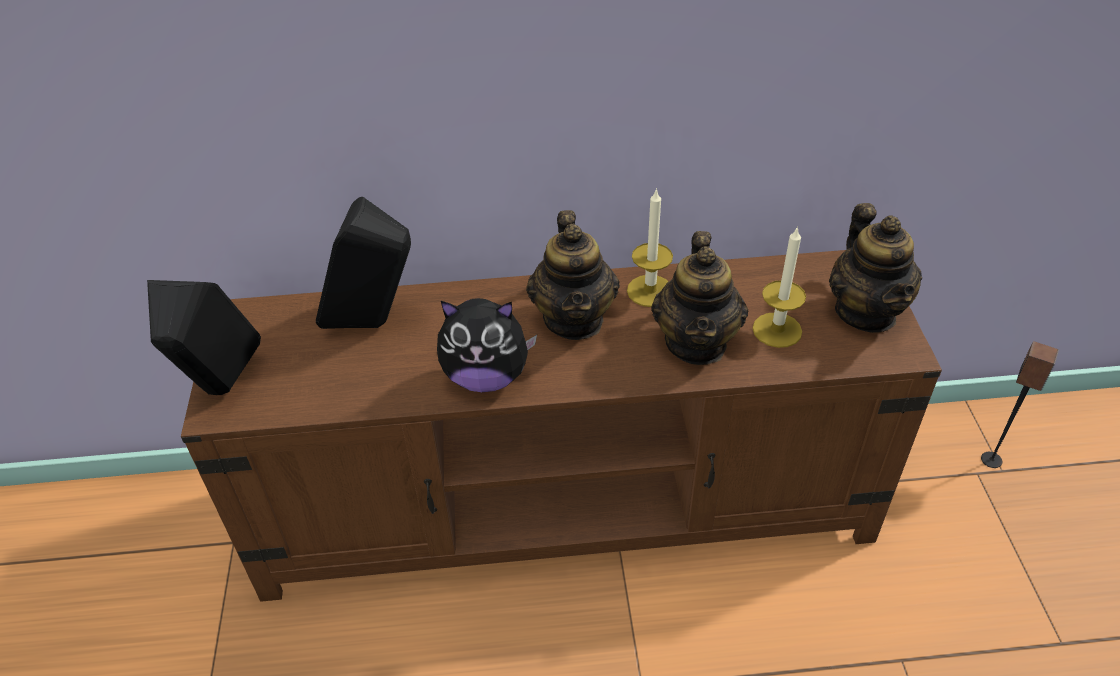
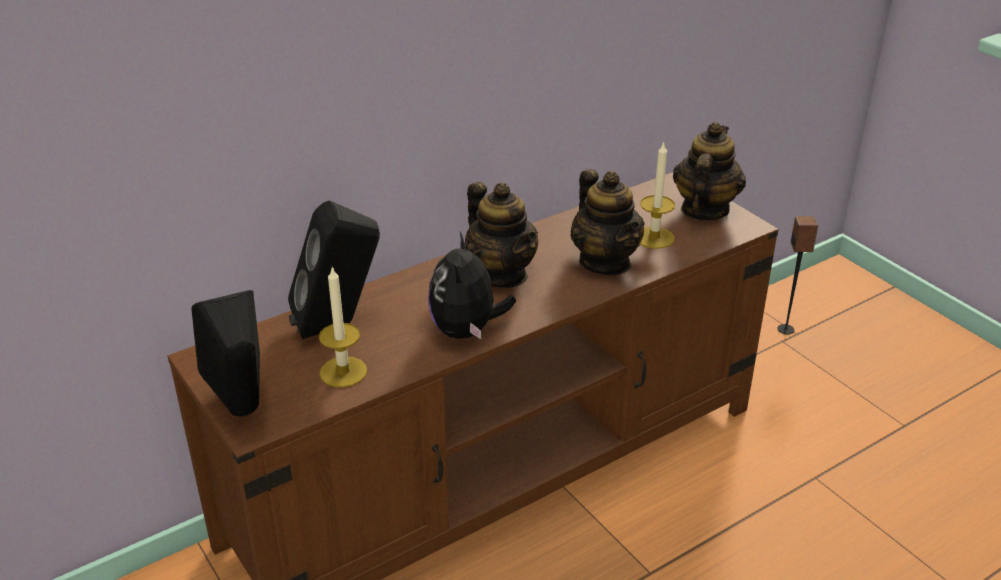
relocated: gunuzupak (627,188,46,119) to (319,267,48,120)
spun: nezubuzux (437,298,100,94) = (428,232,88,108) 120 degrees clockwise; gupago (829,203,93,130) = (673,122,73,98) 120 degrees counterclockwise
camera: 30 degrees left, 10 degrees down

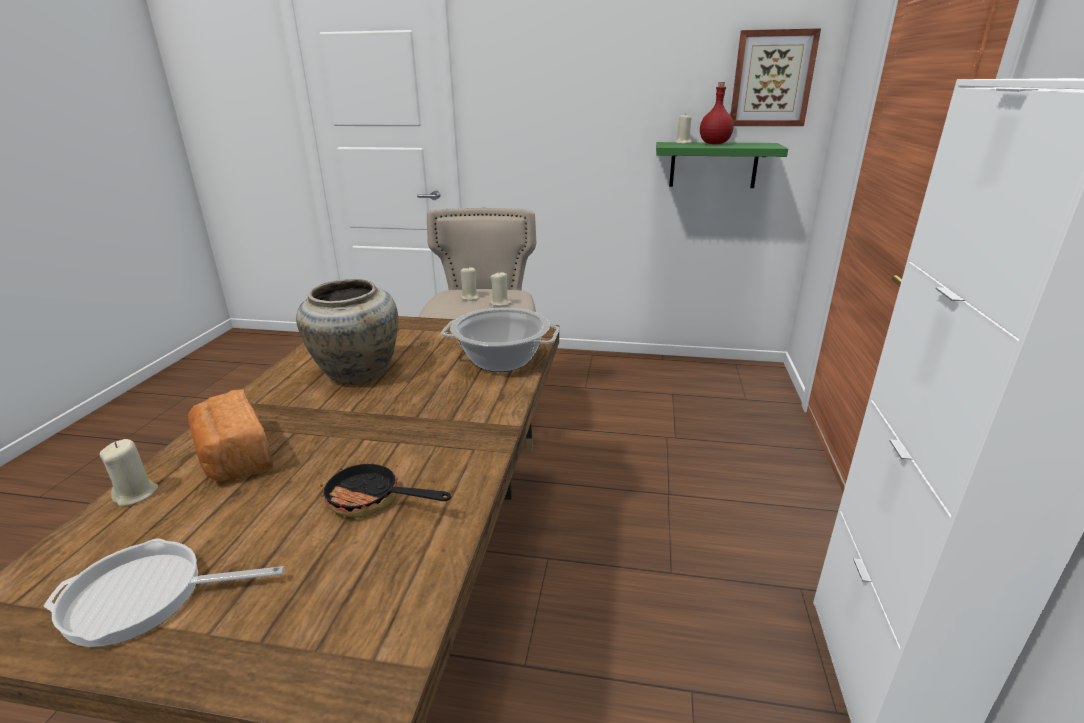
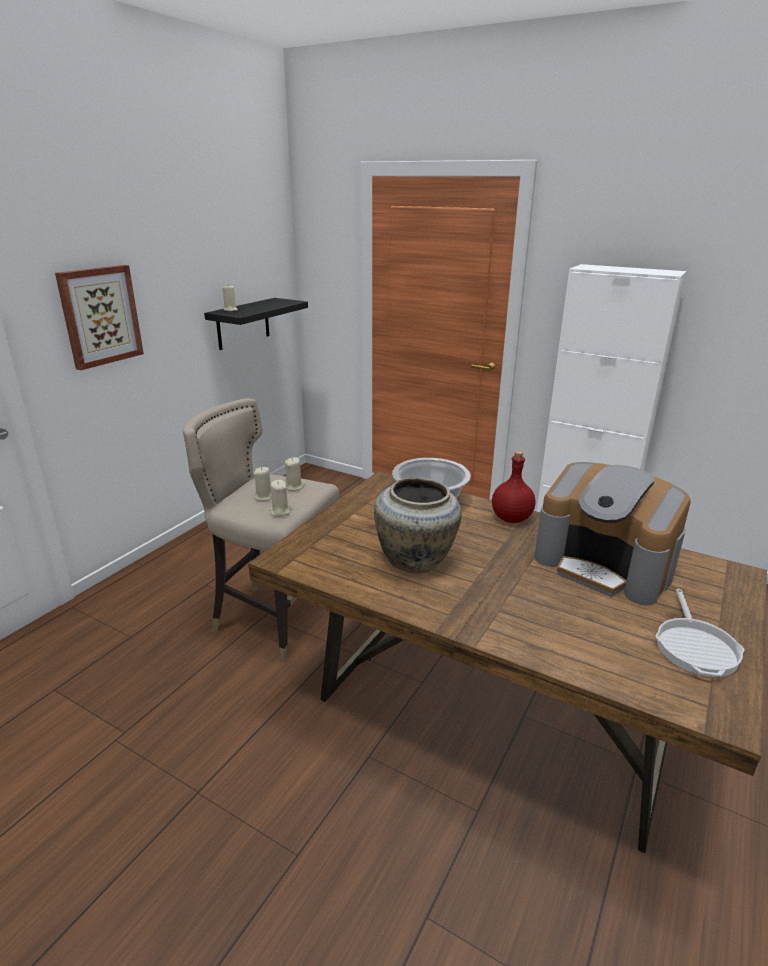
missing: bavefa (188,389,86,92)
relocated: beige_gunuzupak (99,439,59,67) to (270,480,20,37); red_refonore (700,82,34,62) to (492,451,44,72); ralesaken (730,28,91,98) to (55,265,89,105)
exchanged: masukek (320,462,131,55) to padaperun (535,462,156,143)
colour: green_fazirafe (656,142,132,46) to black_fazirafe (204,298,104,52)
camera: 70 degrees left, 0 degrees up

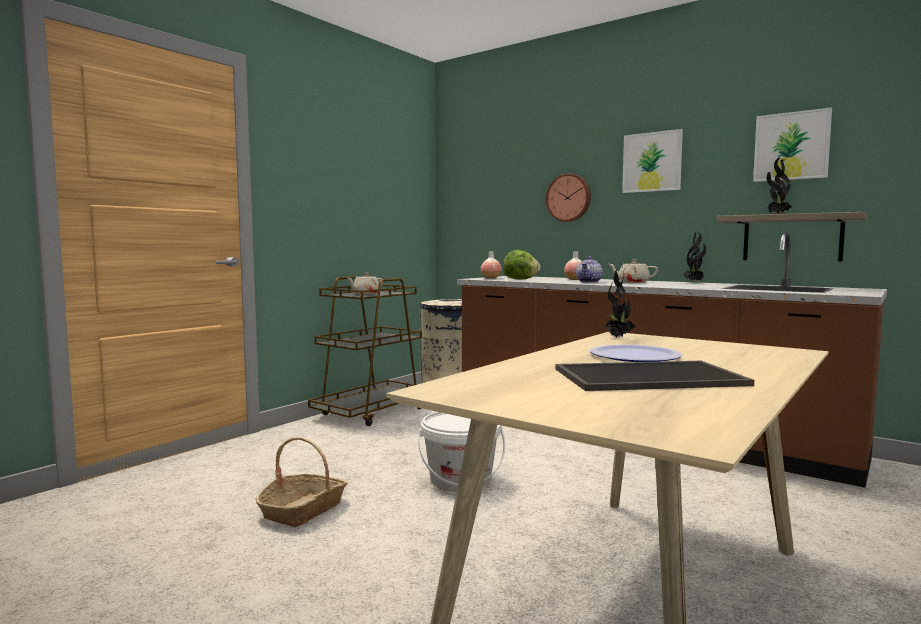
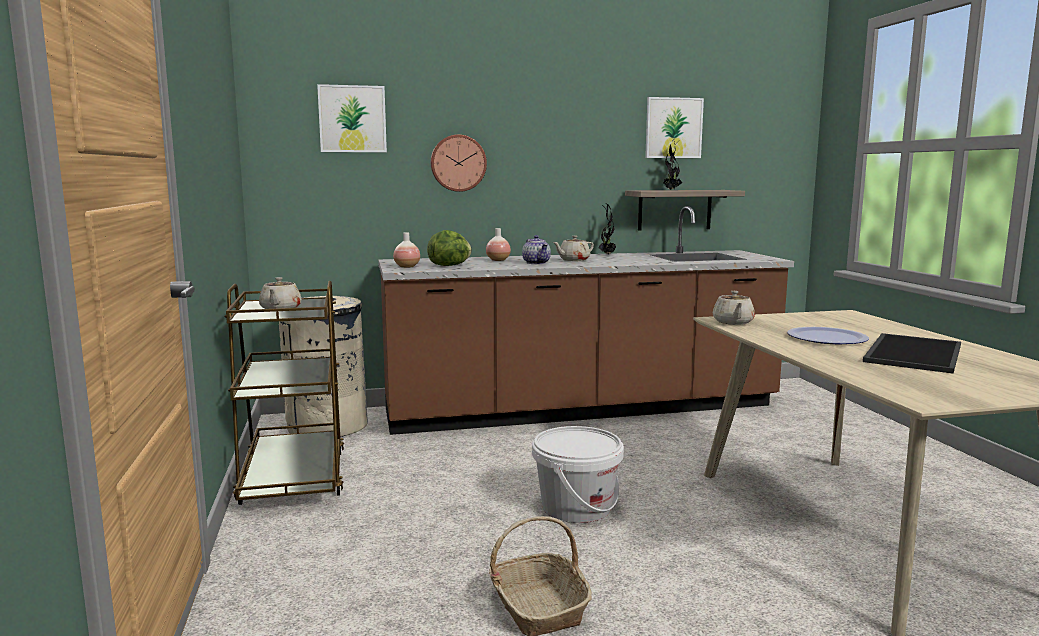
relocated: ralesaken (622,129,61,64) to (317,84,70,68)
exchanged: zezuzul (605,262,30,76) to beige_gupago (713,291,42,34)
camera: 50 degrees left, 5 degrees up

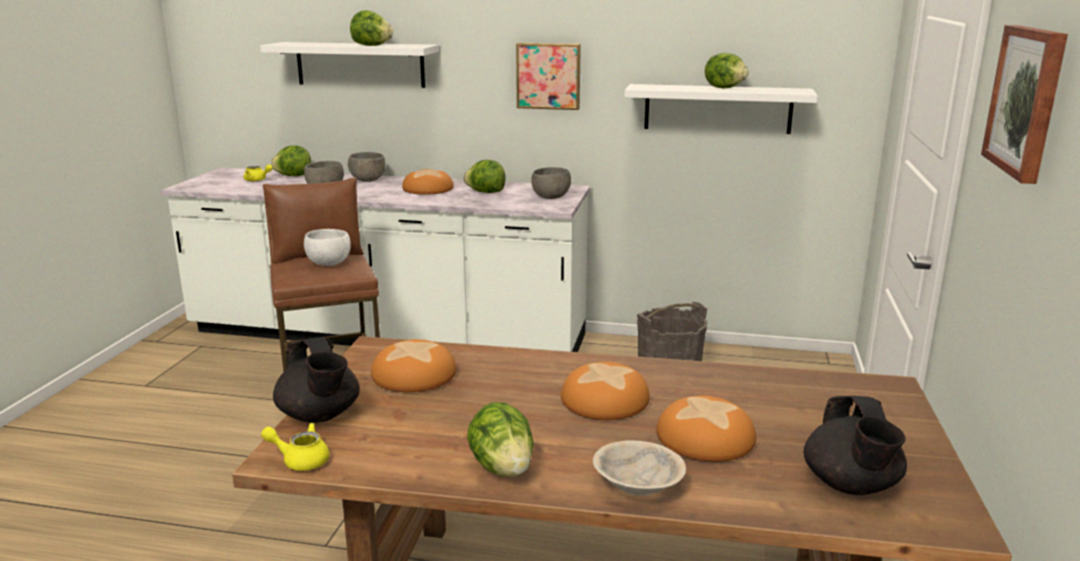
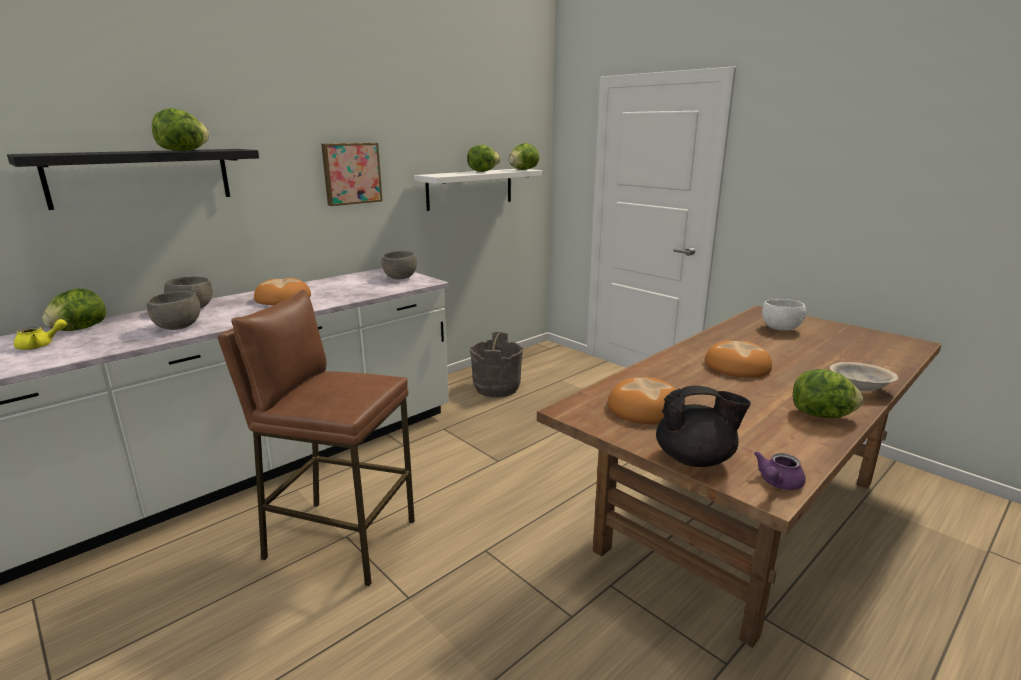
missing: bavefa (657,395,99,67); black_gupago (804,396,103,99); ralesaken (981,25,87,159)
relocated: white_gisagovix (304,229,47,37) to (762,299,44,32); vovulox (464,160,42,33) to (509,143,30,27)
colour: white_fazirafe (260,42,179,46) to black_fazirafe (7,149,252,61); yellow_gupago (261,423,68,48) to purple_gupago (754,451,52,39)
camera: 55 degrees left, 0 degrees up

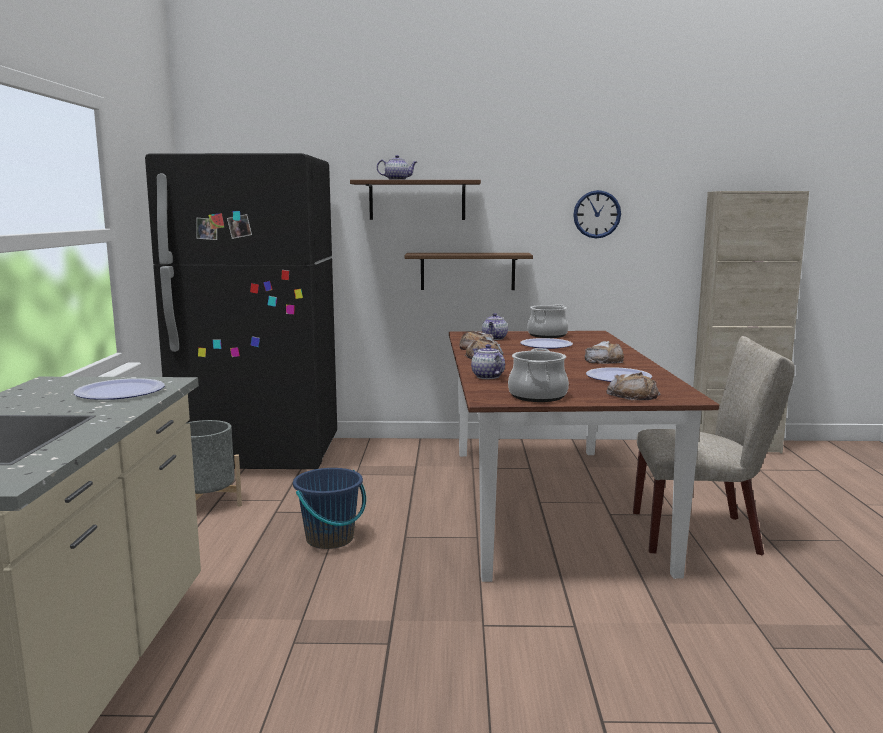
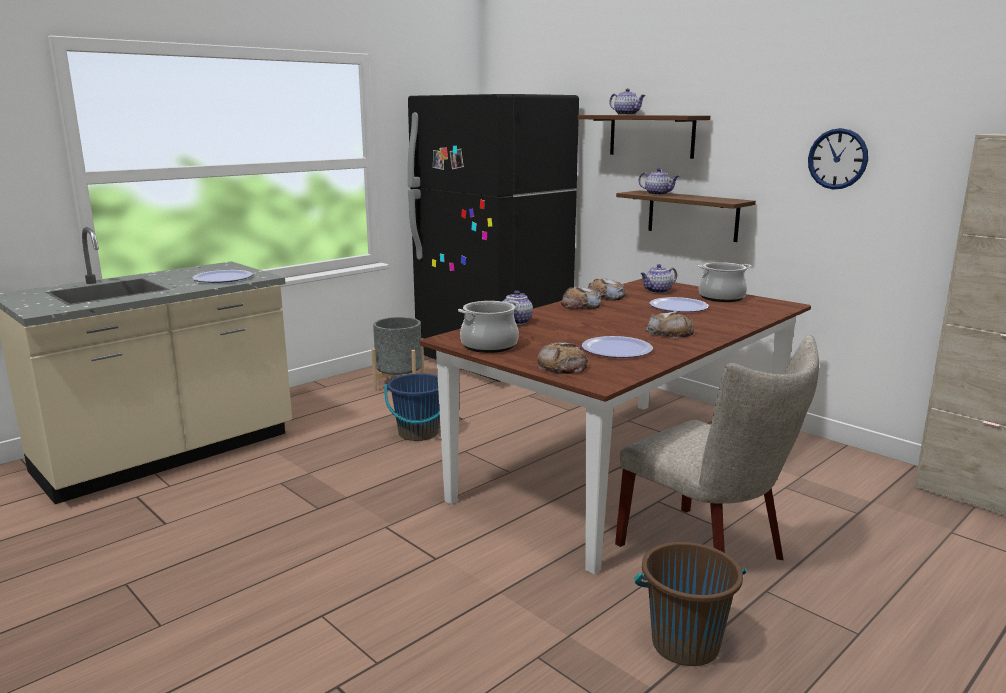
appeared: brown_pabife (635,542,112,124); gupago (639,168,40,27)
camera: 45 degrees right, 5 degrees up

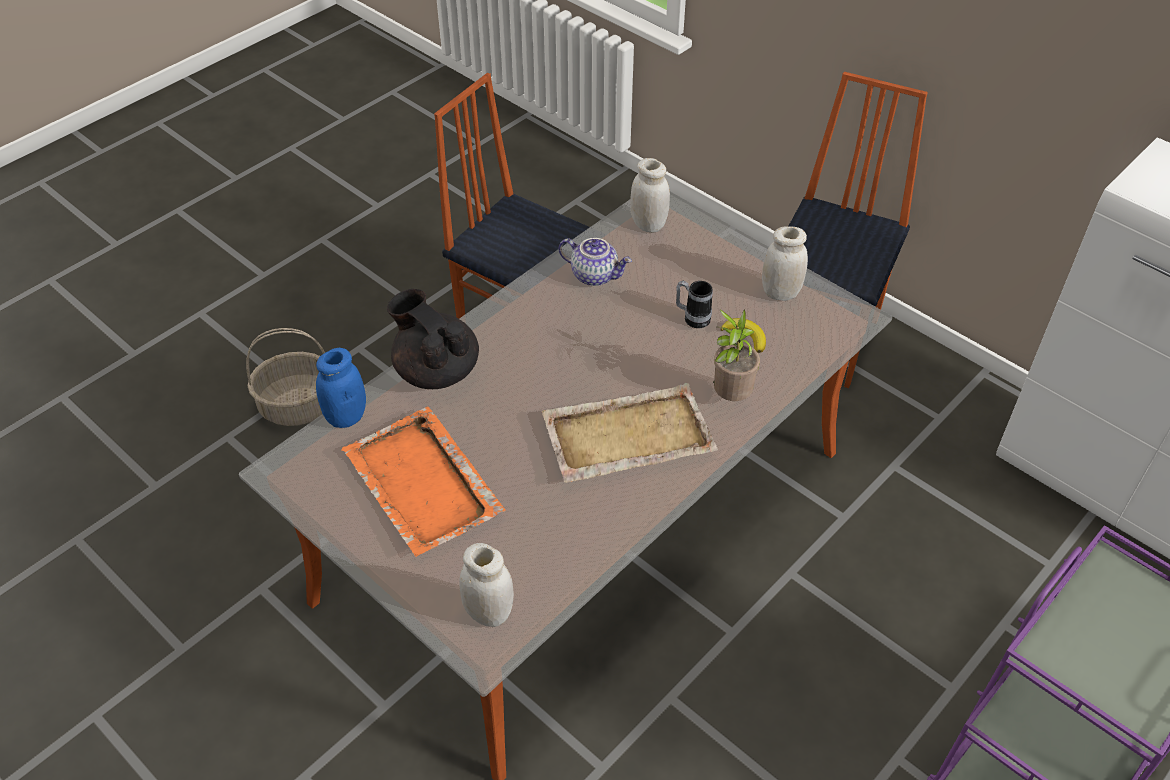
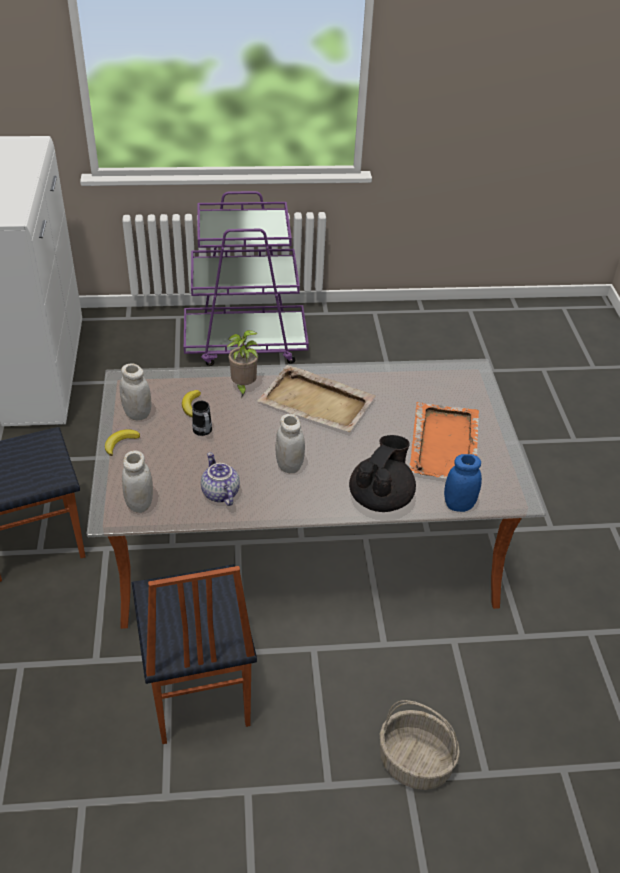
appeared: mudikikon (105,429,35,27)
relocated: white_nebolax (459,543,55,84) to (275,414,30,59)
spun: black_gupago (387,289,92,100) = (349,435,67,77) 150 degrees counterclockwise
camera: 140 degrees left, 5 degrees down

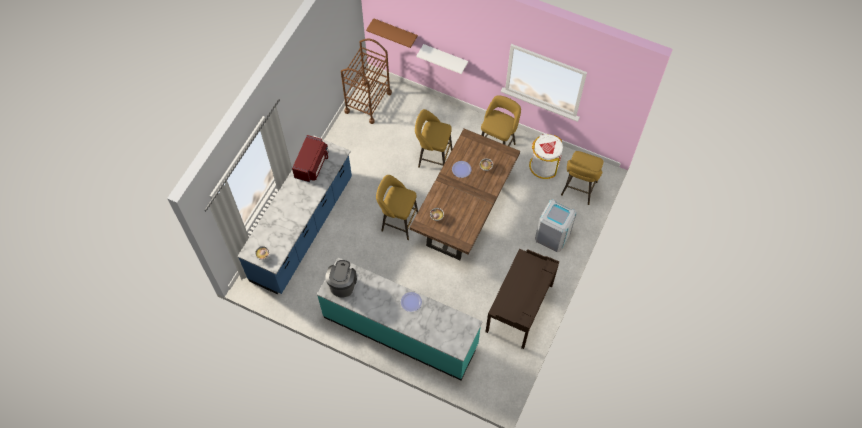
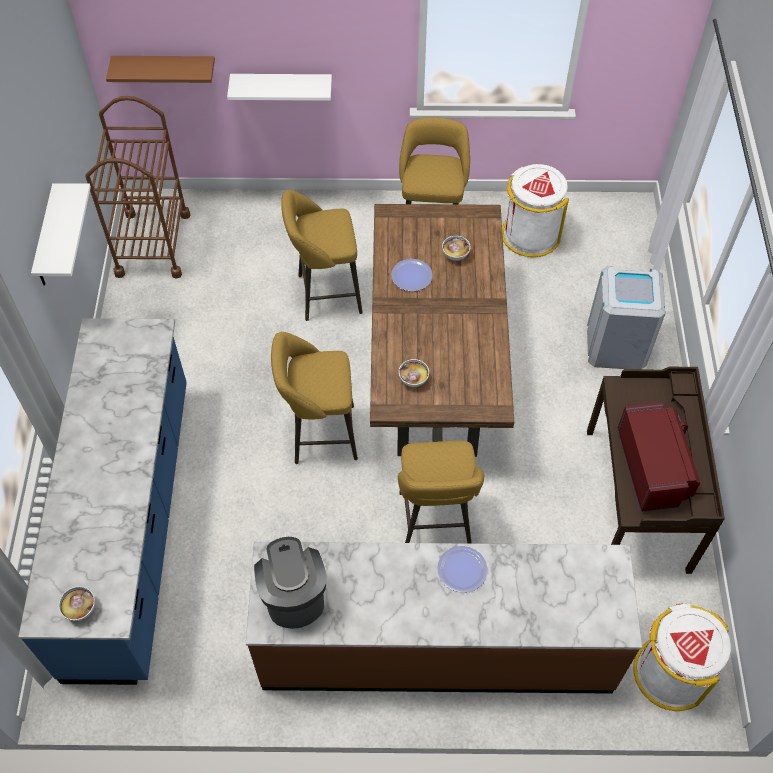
appeared: white_fazirafe (31,183,60,103); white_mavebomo (633,603,98,108)
relocated: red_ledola (292,135,36,47) to (617,402,83,110); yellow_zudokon (561,151,42,54) to (398,441,86,103)
colour: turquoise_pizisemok (317,257,166,123) to brown_pizisemok (246,542,396,152)
camera: 25 degrees left, 5 degrees down

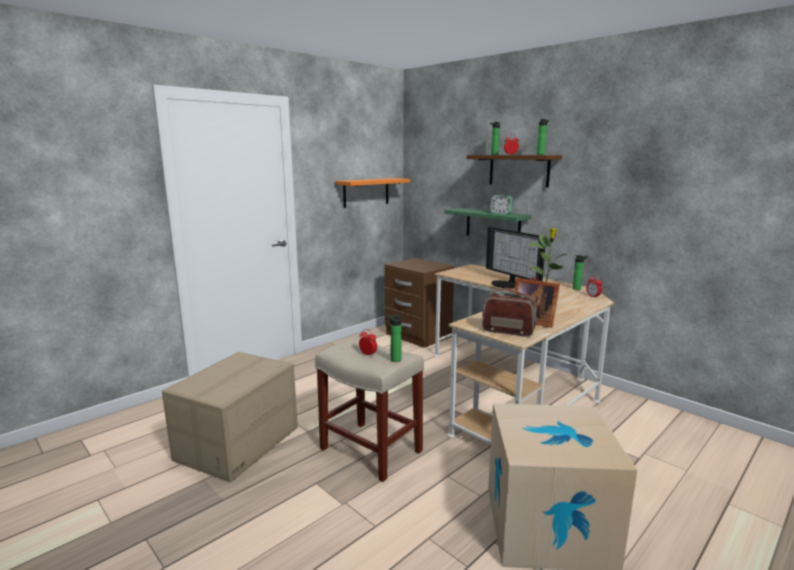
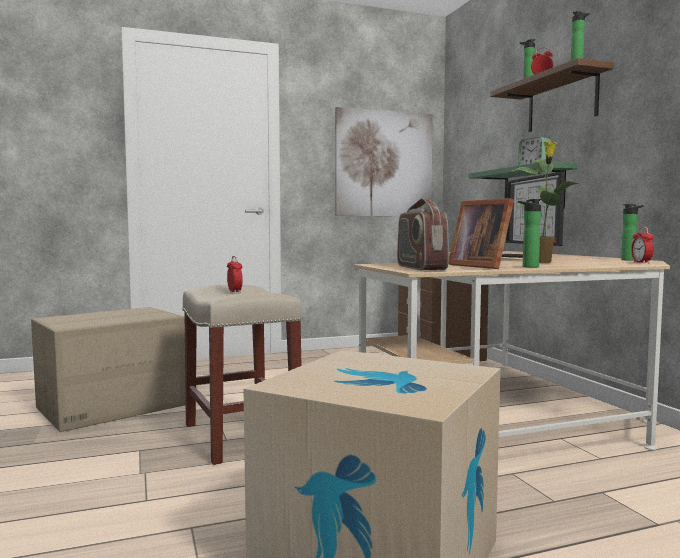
relocated: refonore (386,315,16,47) to (518,199,24,69)
exchanged: orange_fazirafe (335,178,75,30) to ralesaken (335,107,98,109)
spun: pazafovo (482,288,54,49) = (397,198,52,72) 150 degrees counterclockwise
camera: 25 degrees right, 10 degrees down

